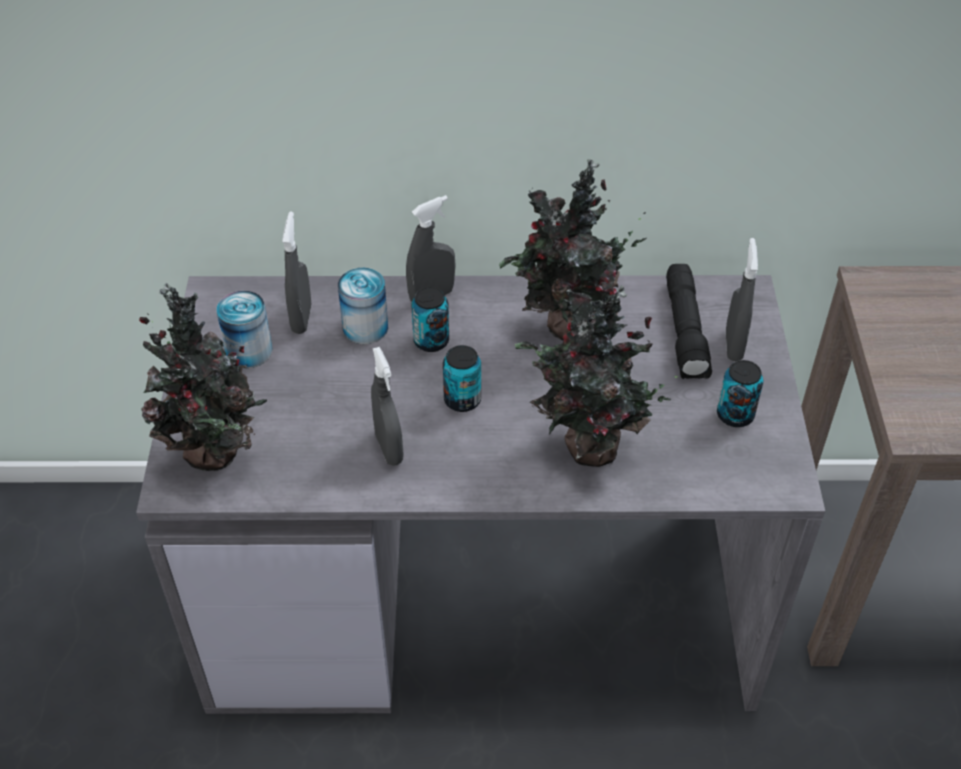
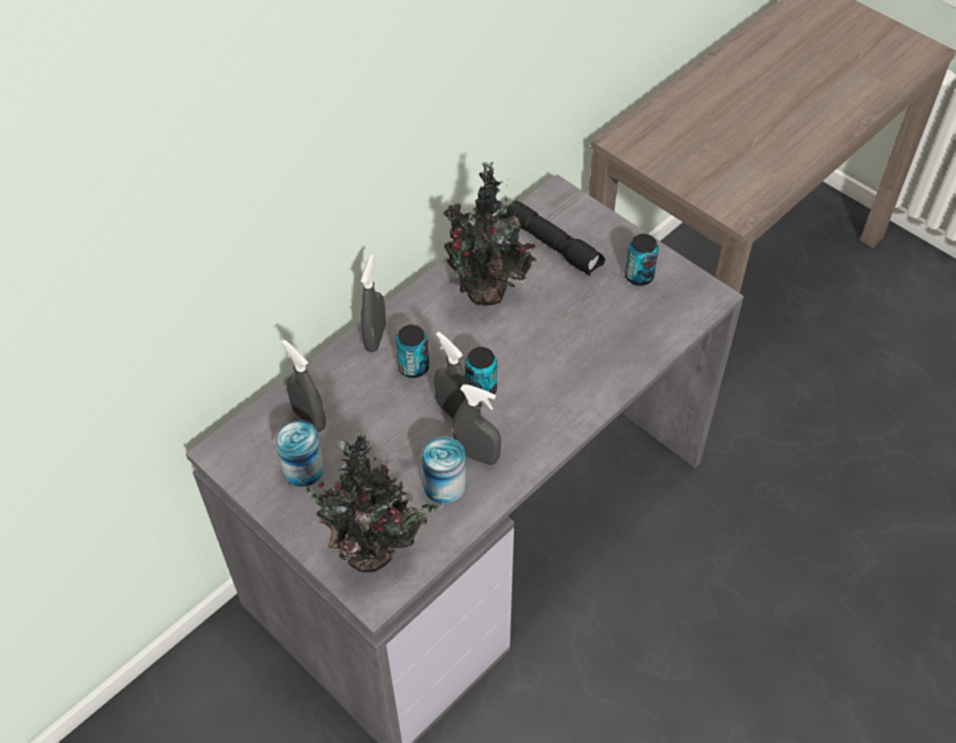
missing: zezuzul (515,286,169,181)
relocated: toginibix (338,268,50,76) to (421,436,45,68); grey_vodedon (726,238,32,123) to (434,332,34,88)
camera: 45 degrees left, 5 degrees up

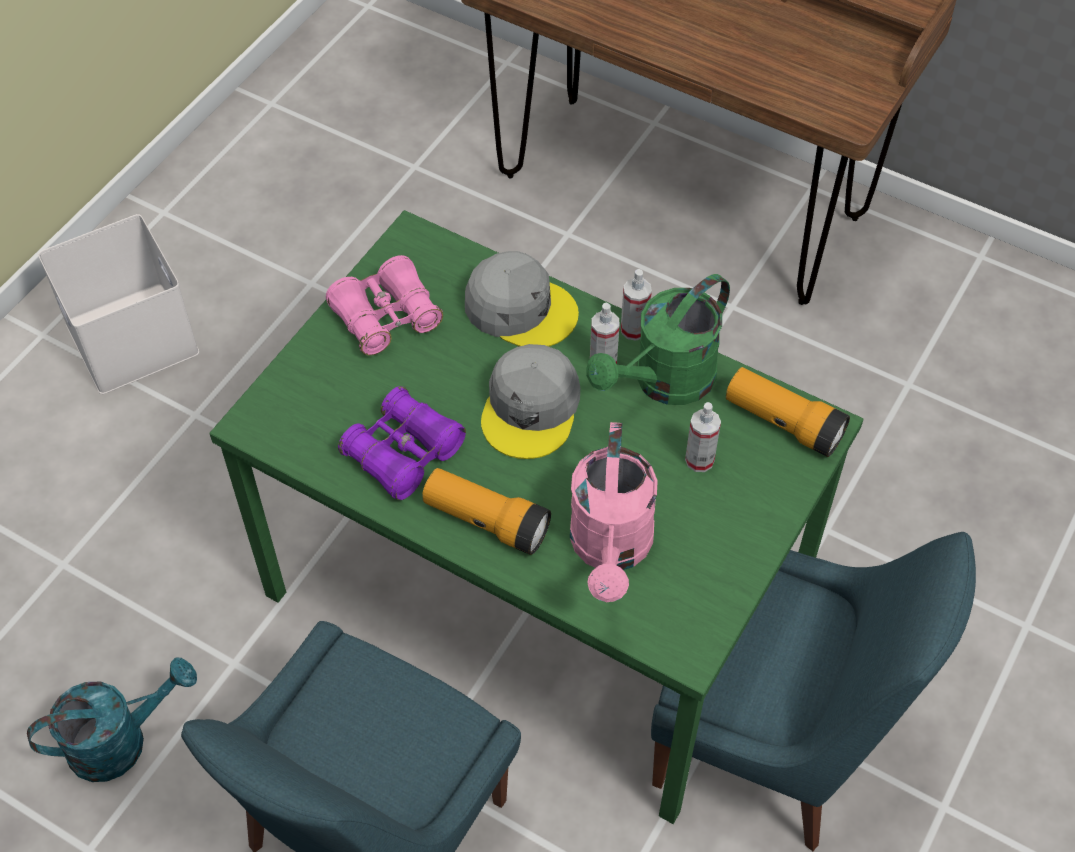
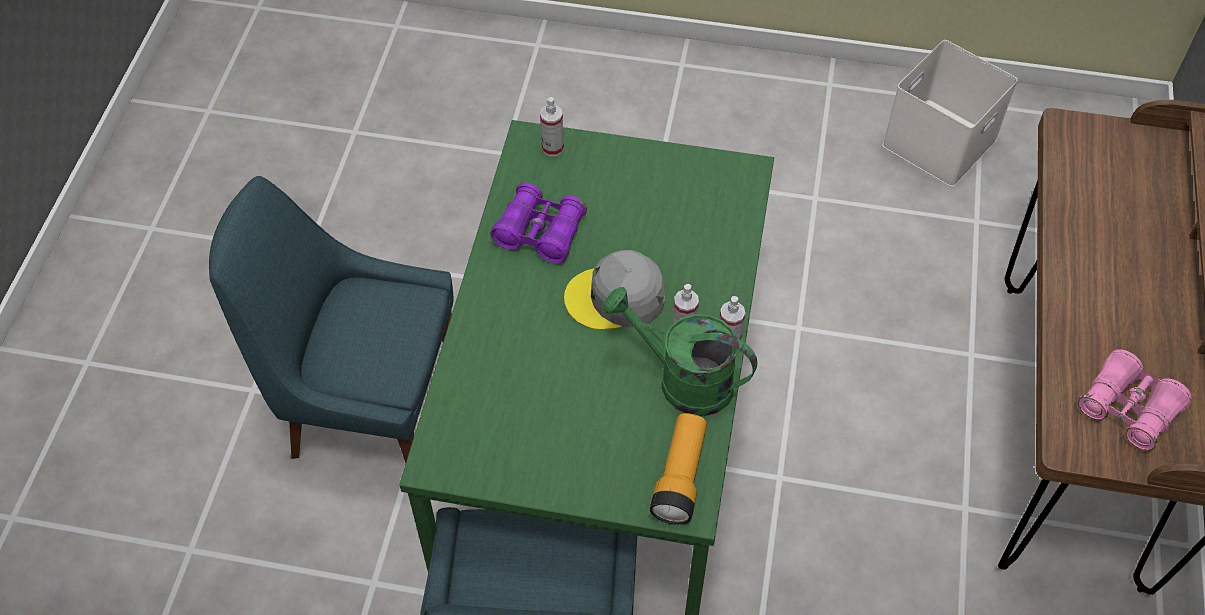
missing: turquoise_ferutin (27,657,170,125); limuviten (422,468,129,87); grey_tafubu (465,251,114,96); pink_ferutin (570,422,88,180)
relocated: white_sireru (38,214,161,180) to (882,40,136,147); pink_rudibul (326,255,117,101) to (1078,349,114,102); vodedon (685,402,36,70) to (540,97,24,59)
camera: 70 degrees right, 0 degrees up

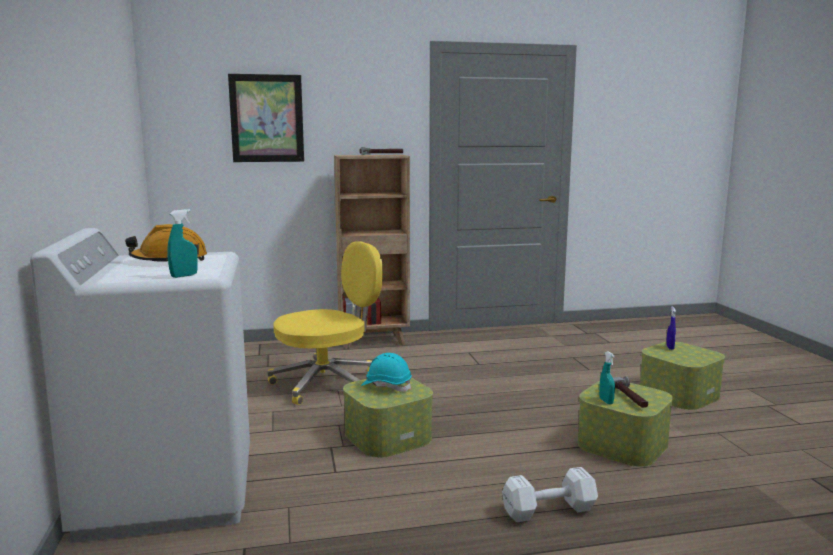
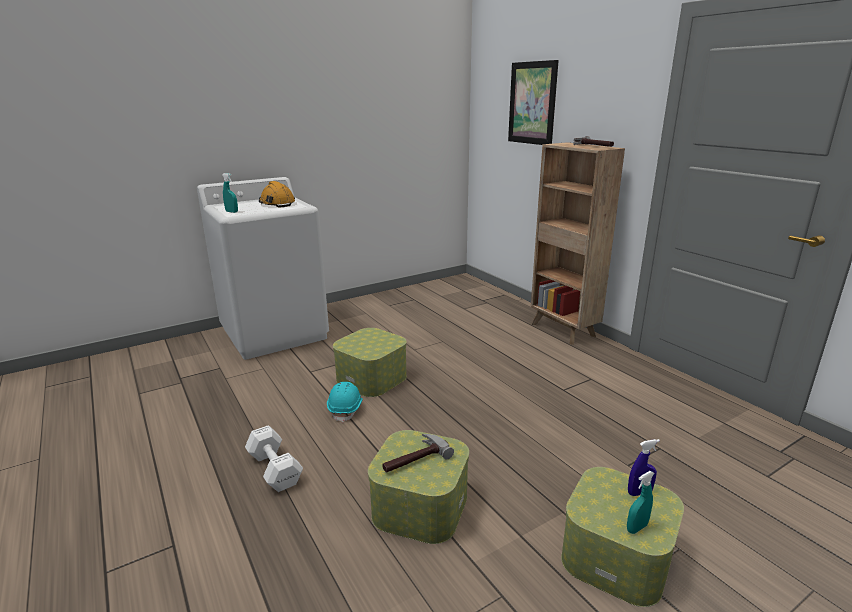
missing: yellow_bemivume (267,242,116,163)
relocated: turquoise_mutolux (361,353,51,39) to (327,382,36,41); turquoise_vodedon (599,351,16,53) to (627,471,28,63)
camera: 70 degrees right, 10 degrees up

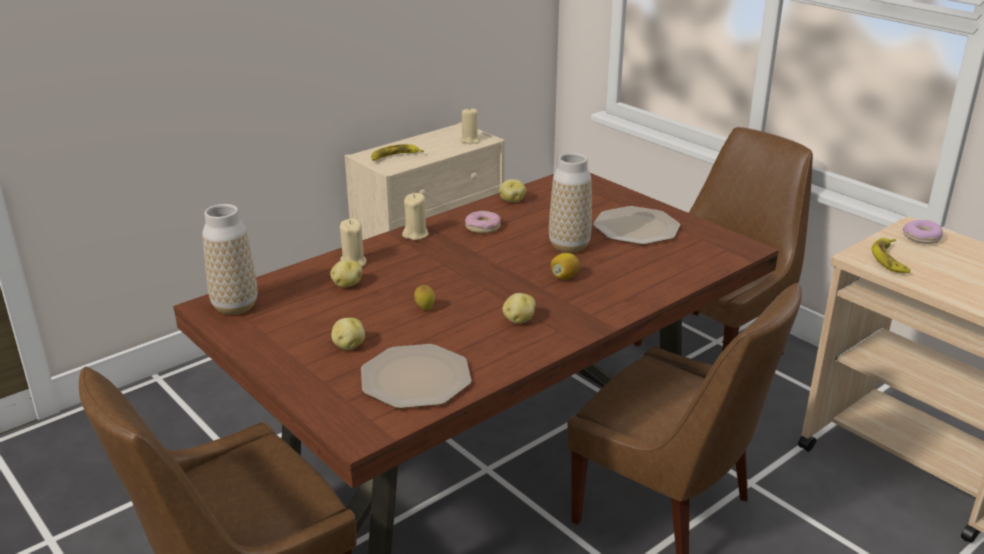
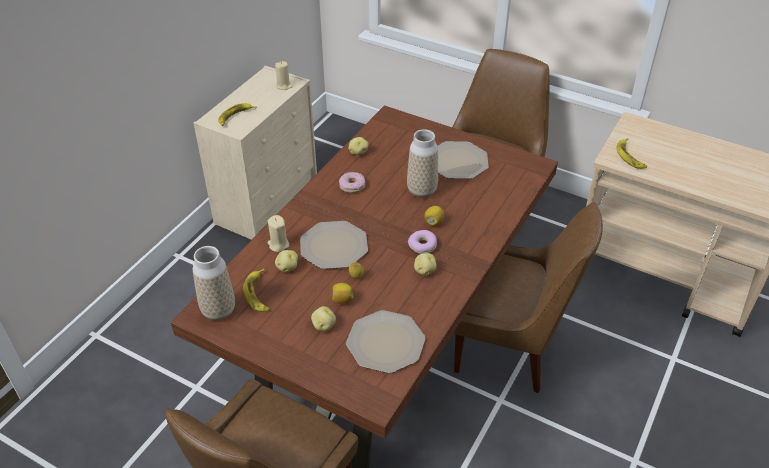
missing: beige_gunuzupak (402,193,27,47)
appeared: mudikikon (243,269,26,43); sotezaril (300,221,68,48); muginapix (332,283,22,21)
relocated: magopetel (903,220,40,24) to (408,230,29,24)
camera: 20 degrees left, 15 degrees up

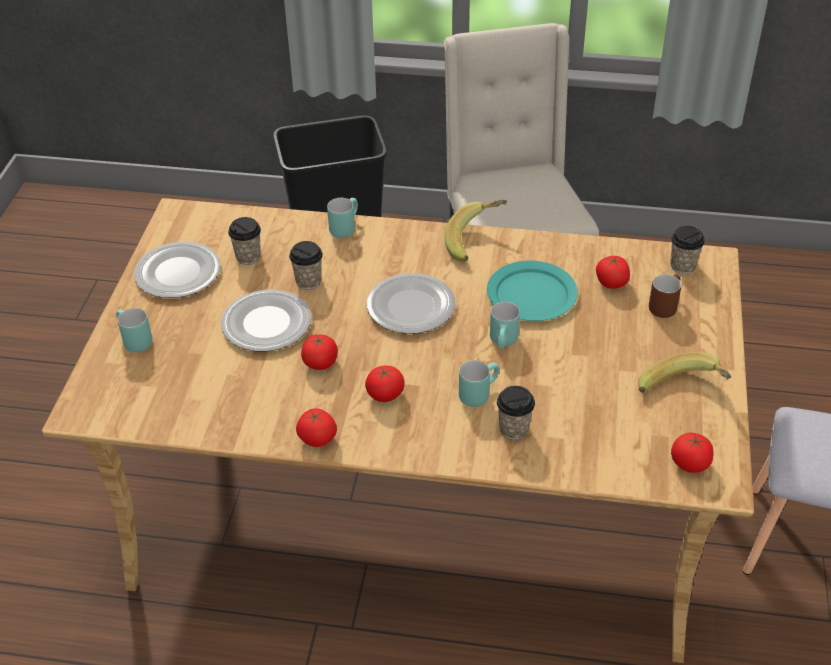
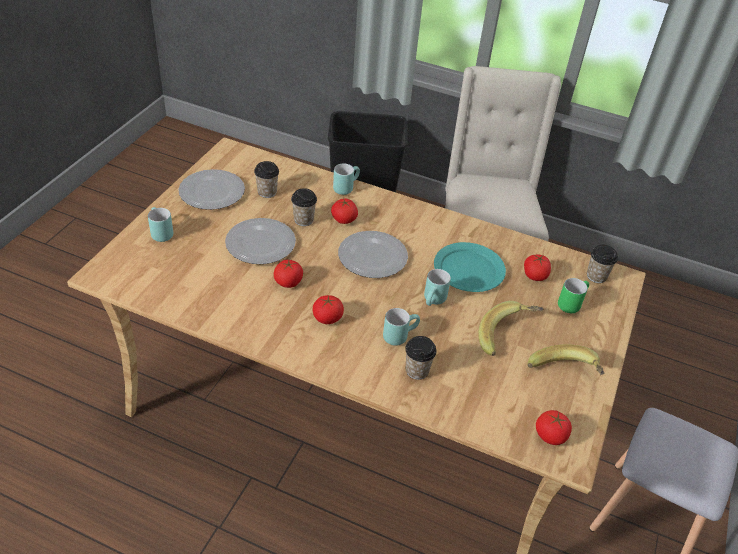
relocated: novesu (296,408,41,39) to (331,199,27,25); mudikikon (444,200,63,61) to (478,301,66,55)
colour: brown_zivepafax (649,274,32,44) to green_zivepafax (558,278,31,35)
camera: 10 degrees right, 0 degrees up

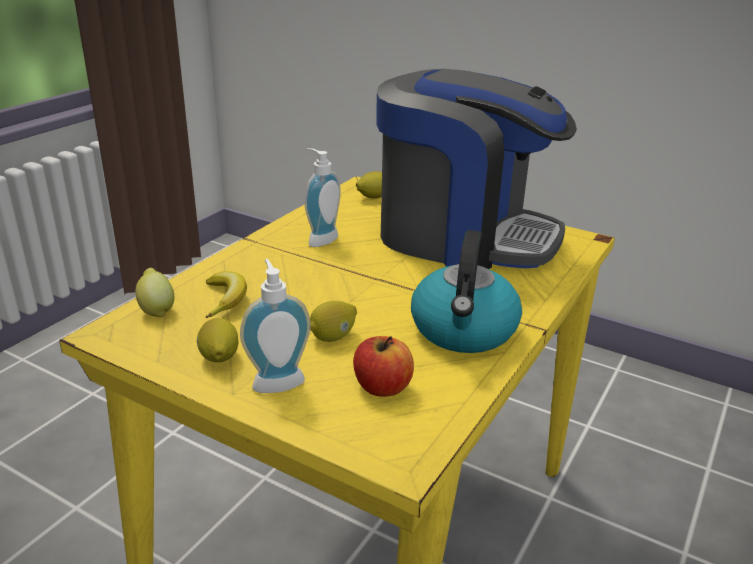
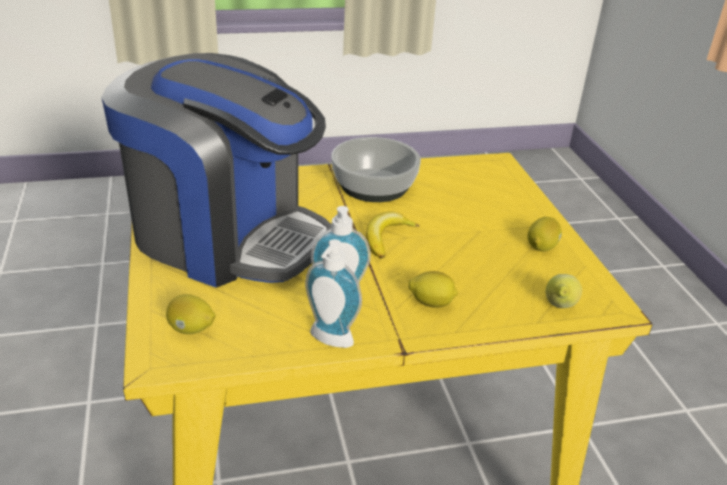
missing: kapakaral (353,336,61,61)
relocated: mudikikon (206,271,41,47) to (366,212,54,46); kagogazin (240,259,71,134) to (305,239,57,109); muginapix (310,301,47,41) to (409,271,49,37)
exchanged: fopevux (411,230,111,123) to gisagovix (331,137,90,65)
spun: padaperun (376,69,201,200) = (101,53,231,235) 135 degrees clockwise
camera: 135 degrees left, 5 degrees up

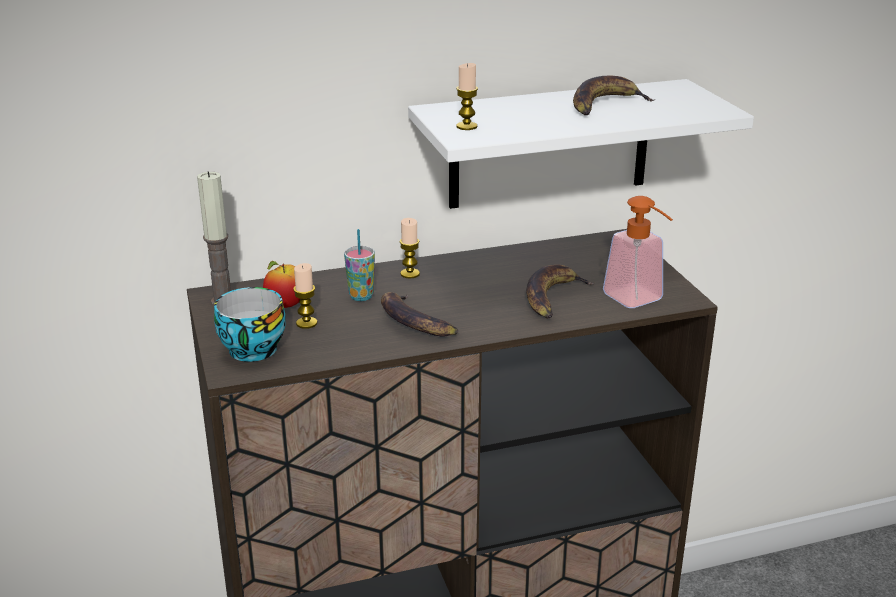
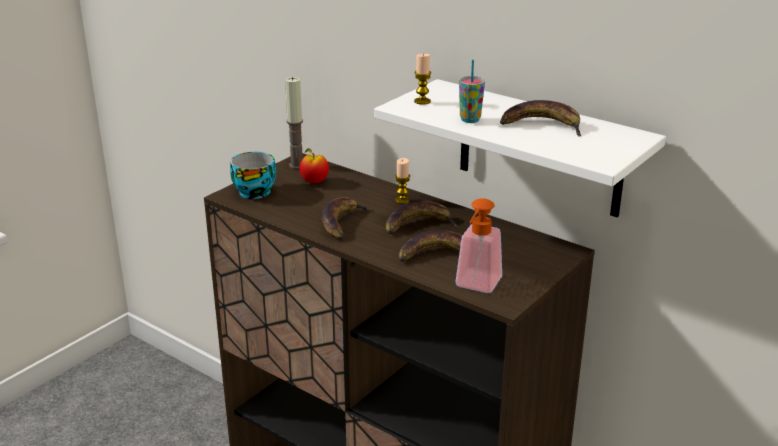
missing: gunuzupak (293,263,24,66)
appeared: mudikikon (386,201,74,33)
relocated: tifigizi (344,229,31,72) to (459,60,26,63)
camera: 55 degrees right, 0 degrees up

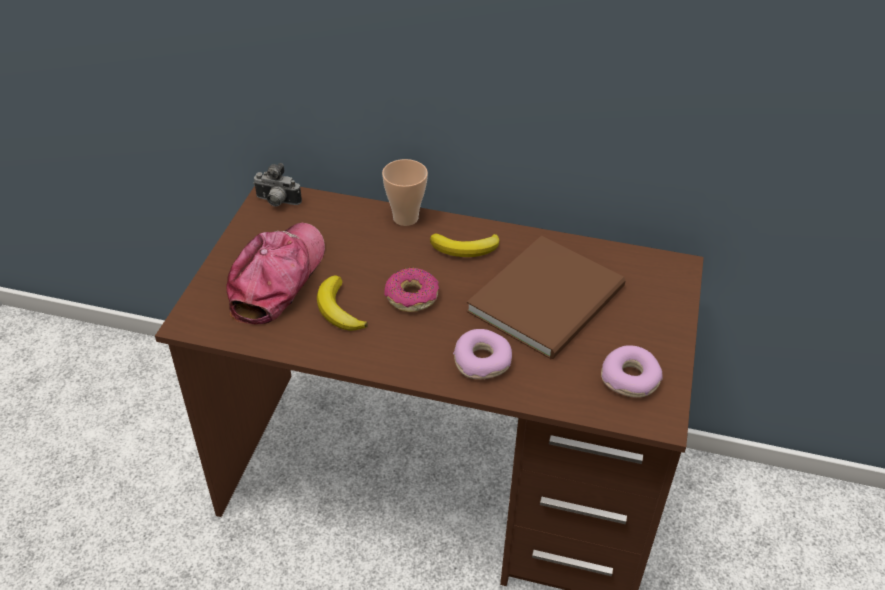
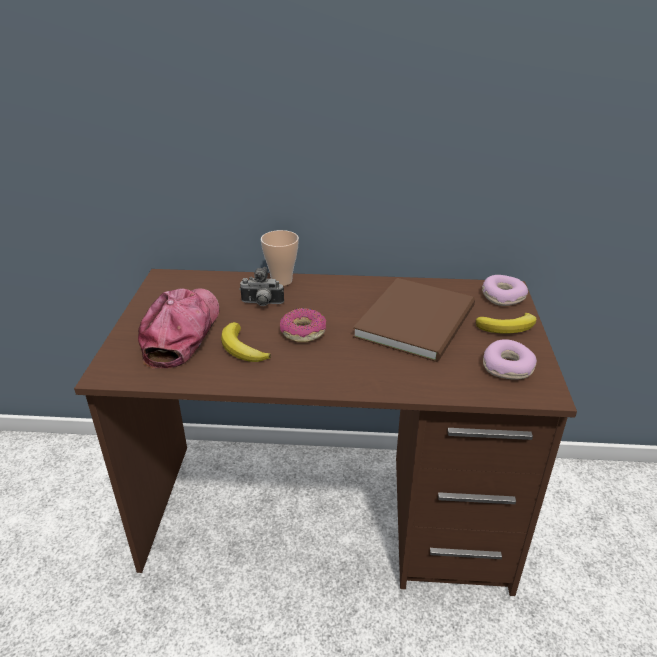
relocated: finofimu (253,163,49,44) to (239,267,45,39); mudikikon (430,233,69,24) to (476,313,60,20); magopetel (453,329,59,50) to (482,275,46,31)
camera: 10 degrees left, 10 degrees down

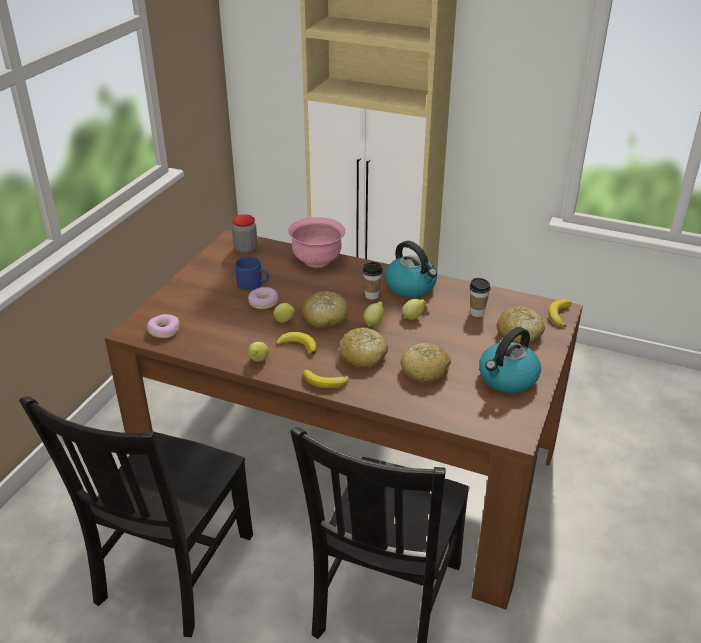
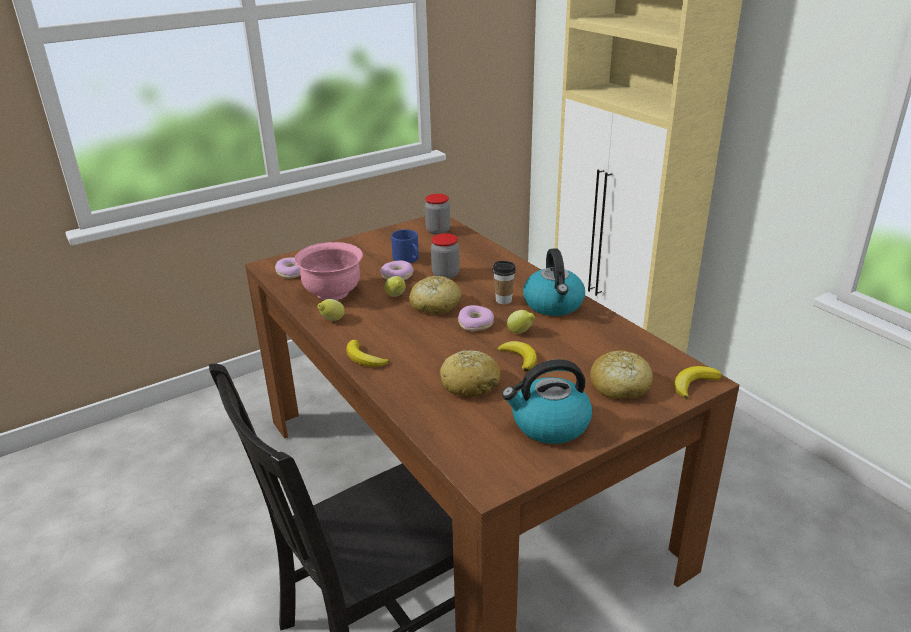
missing: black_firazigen (19,396,234,241); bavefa (339,328,49,40); tifigizi (470,278,21,39)
appeared: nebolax (431,233,29,46)
relocated: mudikikon (276,332,41,22) to (497,341,40,31); pink_gisagovix (288,217,57,50) to (295,242,68,58)
exchanged: muginapix (364,302,20,25) to magopetel (457,305,37,26)
camera: 35 degrees right, 5 degrees down

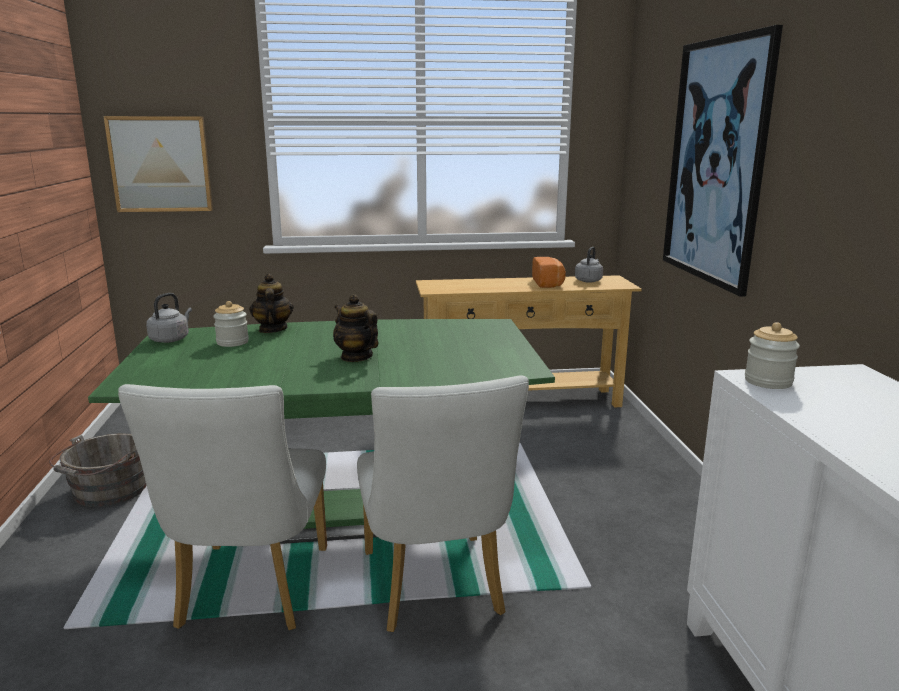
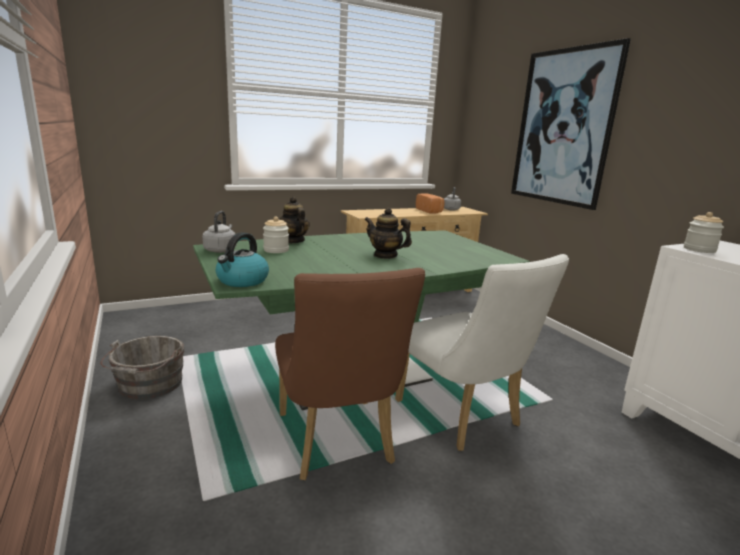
missing: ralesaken (104,116,109,96)
appeared: fopevux (216,232,53,55)
colour: white_firazigen (118,384,209,246) to brown_firazigen (275,268,150,212)
camera: 20 degrees left, 0 degrees up

